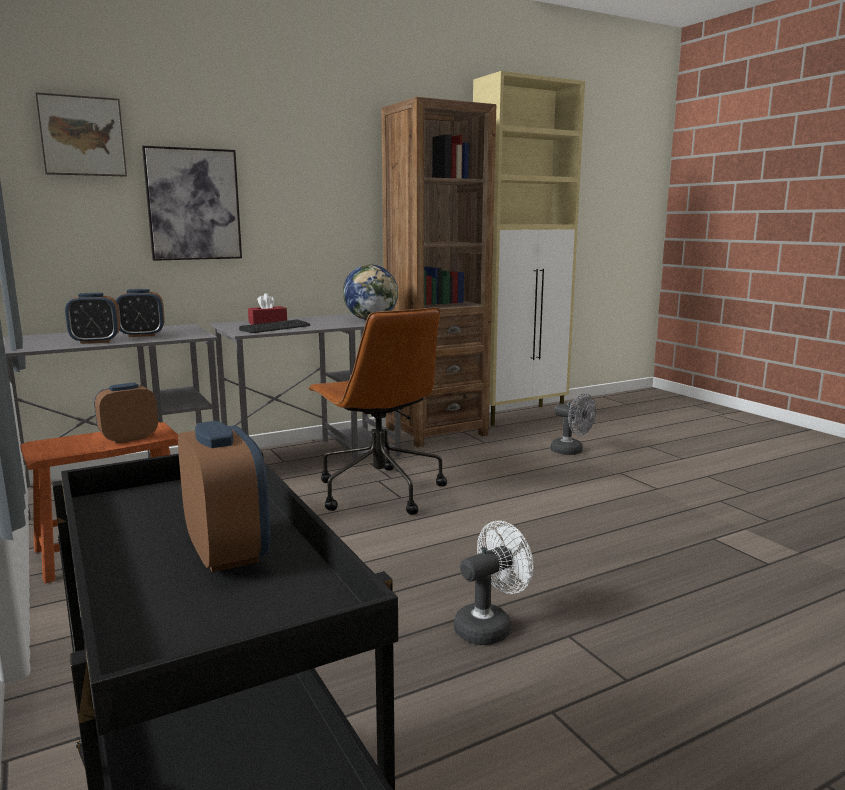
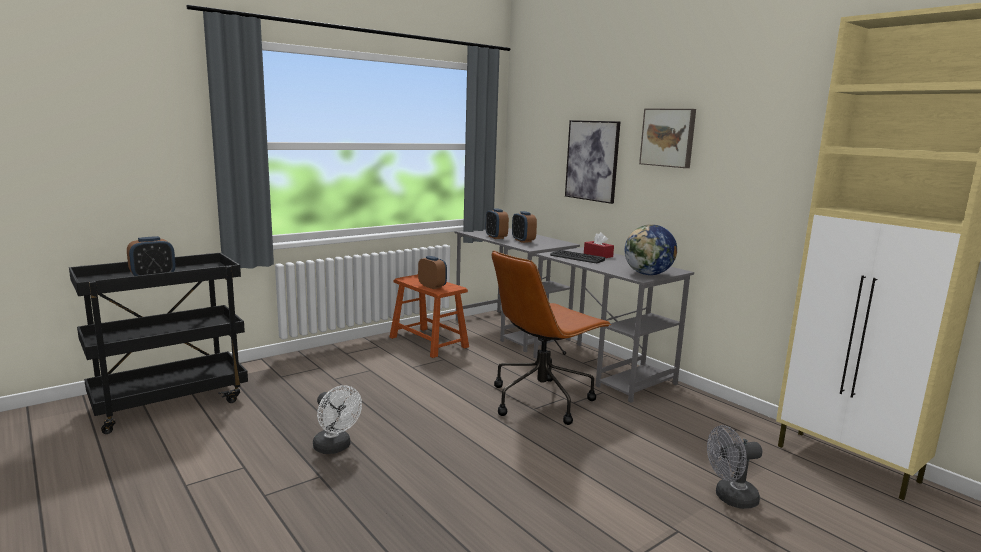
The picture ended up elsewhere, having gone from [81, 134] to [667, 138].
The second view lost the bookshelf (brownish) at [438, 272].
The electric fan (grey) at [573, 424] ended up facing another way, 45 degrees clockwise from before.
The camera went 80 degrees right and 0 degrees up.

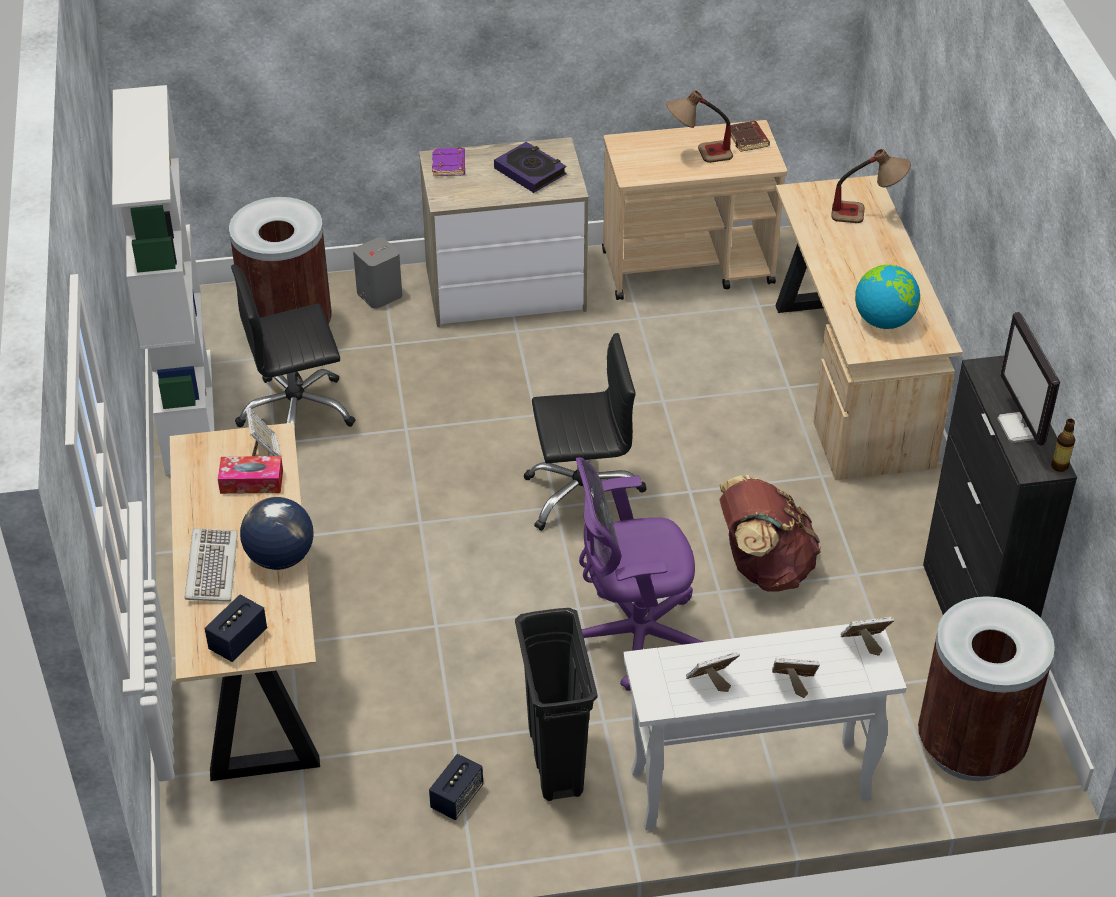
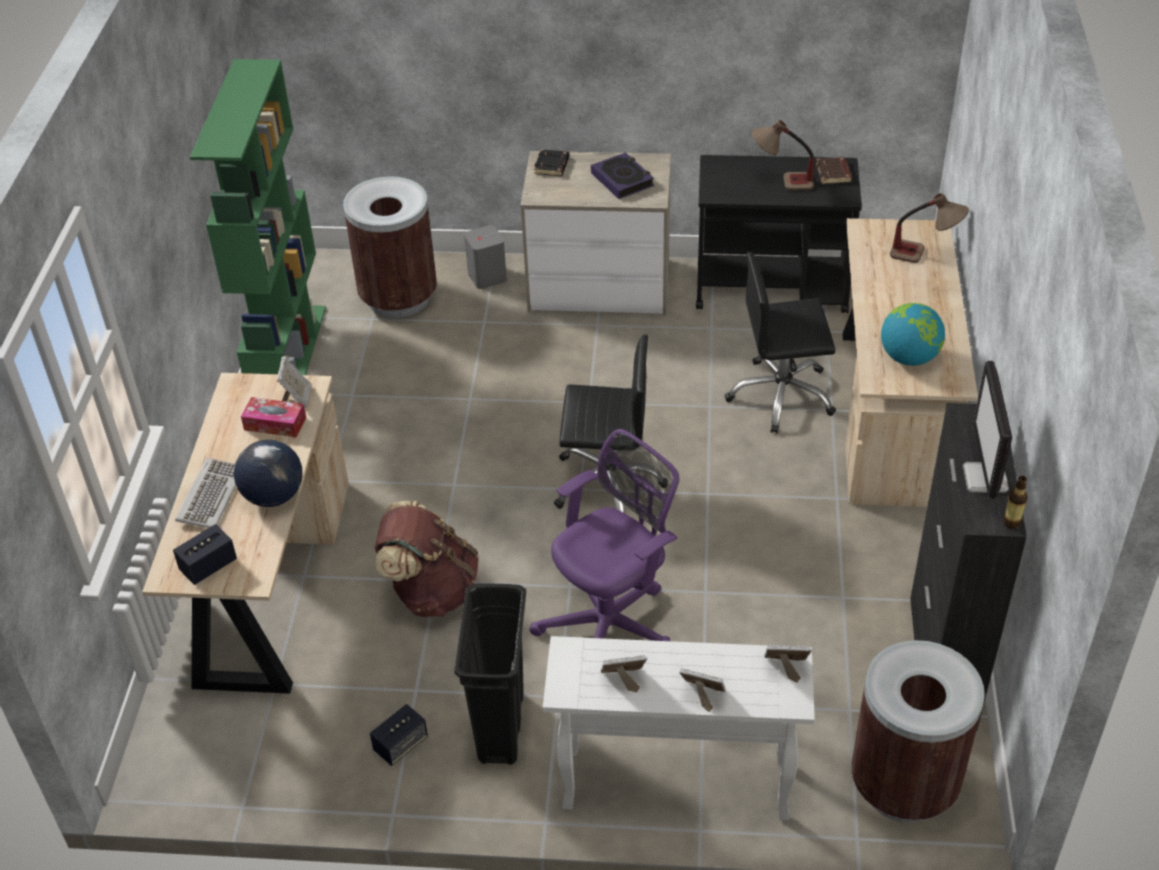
What was the bookshelf (white-coloured) at [163, 280] turned into the bookshelf (green) at [258, 217].
The desk chair (black-coloured) ended up elsewhere, having gone from [293, 347] to [780, 343].
What was the book (purple) at [448, 162] turned into the book (black-coloured) at [552, 162].
The desk chair (purple) at [639, 574] ended up facing another way, 135 degrees clockwise from before.
What was the wheeled cart (beige) at [694, 210] turned into the wheeled cart (black-coloured) at [779, 234].
The backpack (brownish) ended up elsewhere, having gone from [770, 533] to [427, 559].
The camera went 15 degrees right and 0 degrees up.

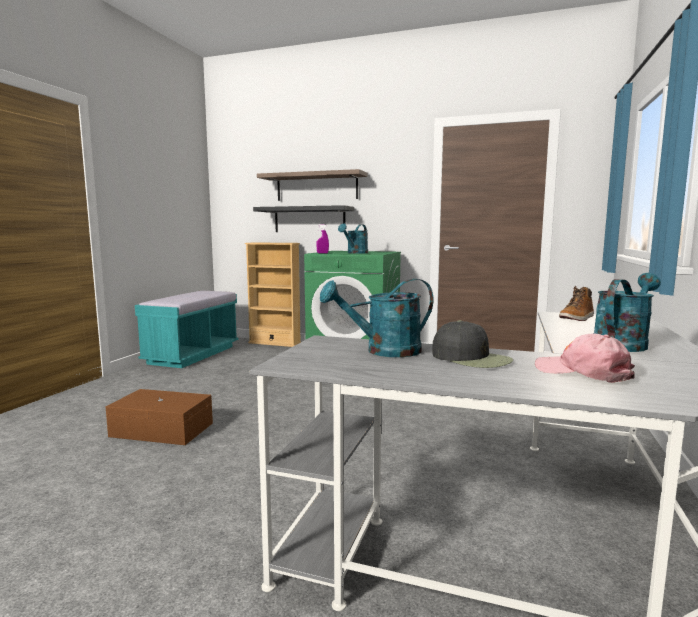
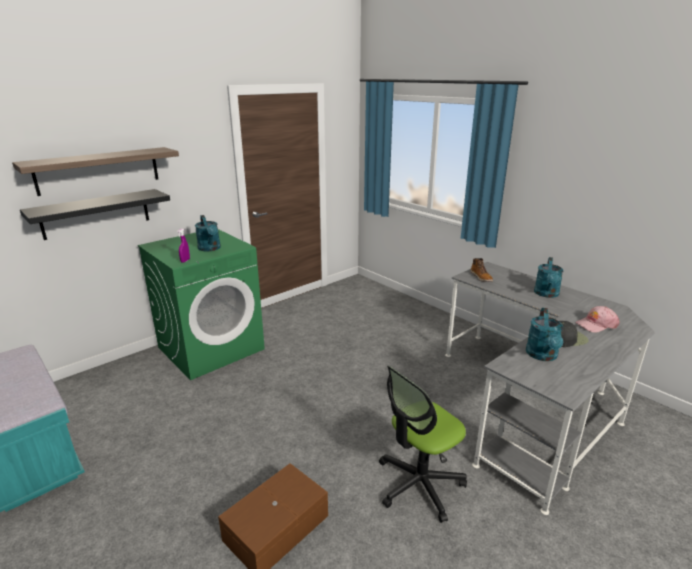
The second view lost the bookshelf (beige) at [273, 294].
The sprinkling can (turquoise-coloured) at [627, 312] ended up facing another way, 150 degrees counterclockwise from before.
The second view gained the desk chair at [423, 444].
The camera went 60 degrees left and 15 degrees up.

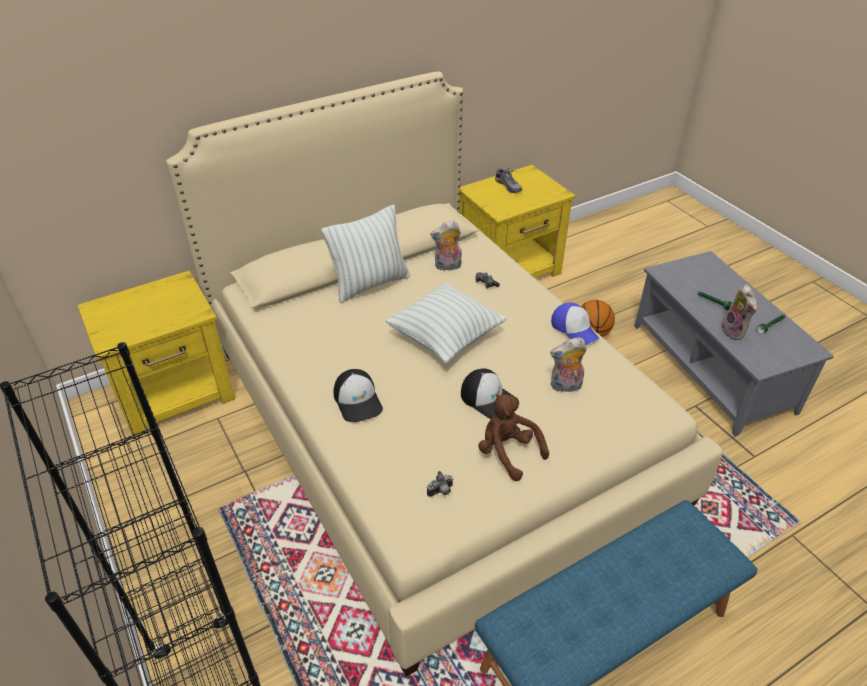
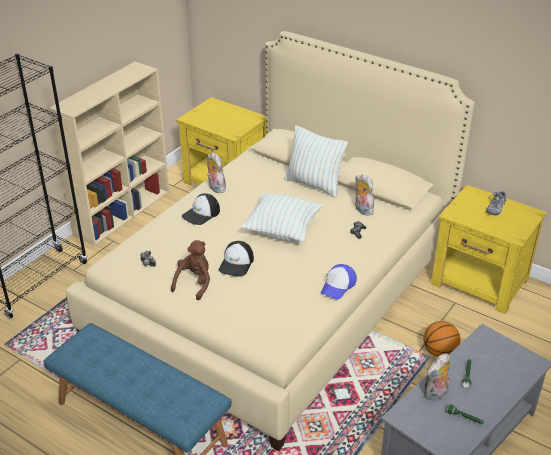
The soft toy ended up elsewhere, having gone from [568, 365] to [216, 172].
The second view gained the bookshelf (beige) at [109, 154].
The camera went 65 degrees right and 5 degrees down.

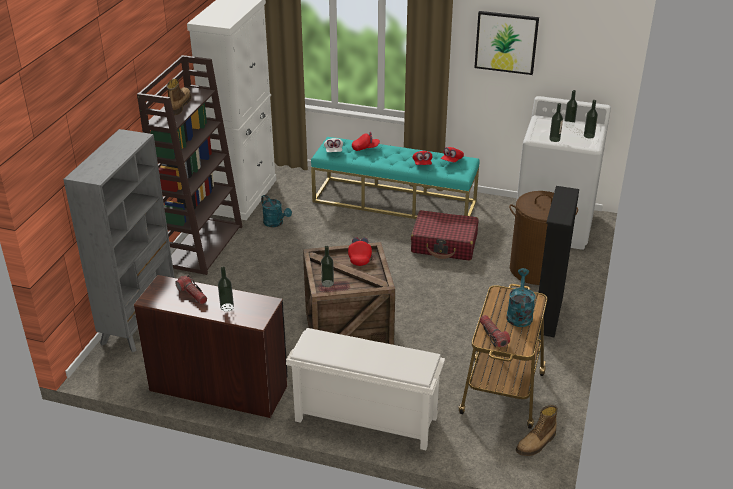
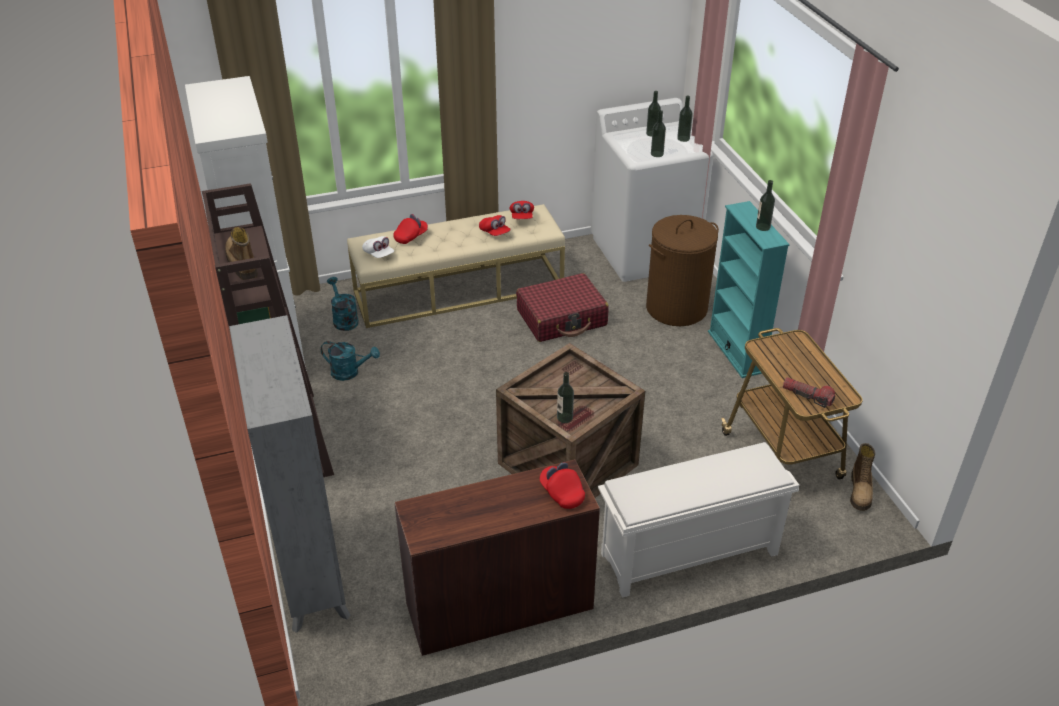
The second view lost the flashlight at [191, 289].
The bottle ended up elsewhere, having gone from [226, 289] to [765, 205].
What was the bench (turquoise-coloured) at [395, 178] turned into the bench (beige) at [456, 266].
The baseball cap (red) ended up elsewhere, having gone from [360, 251] to [562, 485].
The second view lost the picture at [506, 43].
The sprinkling can (turquoise-coloured) ended up elsewhere, having gone from [521, 297] to [343, 304].
What was the bookshelf (black-coloured) at [558, 261] turned into the bookshelf (turquoise-coloured) at [749, 289].
The camera went 35 degrees left and 5 degrees up.

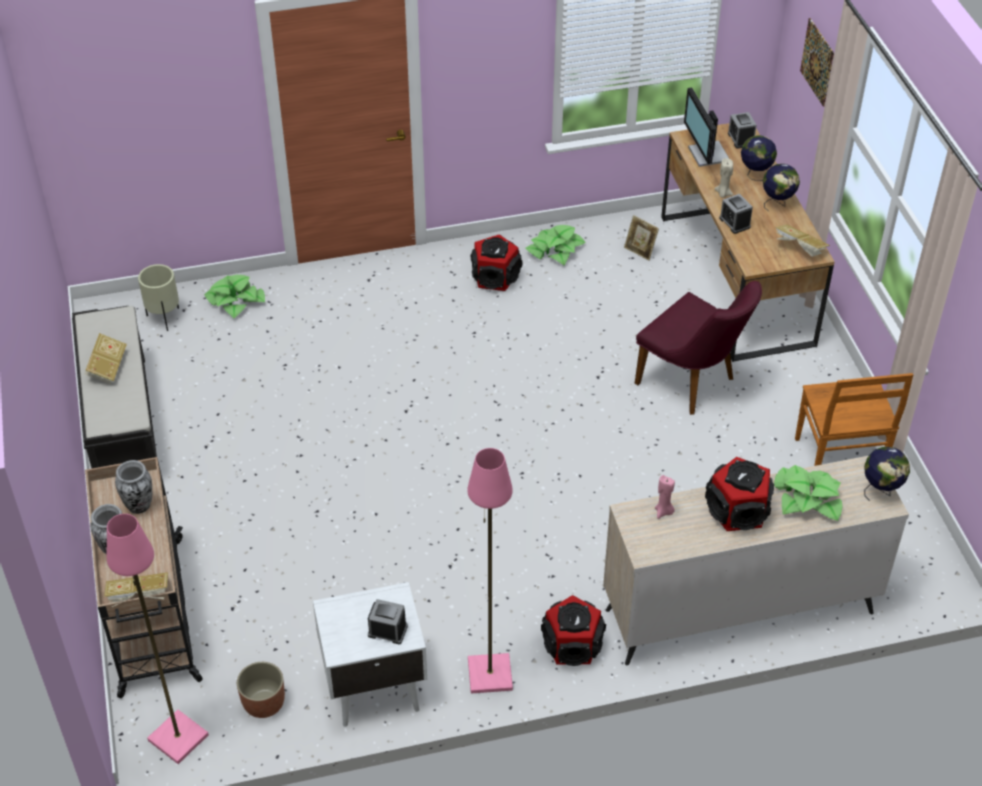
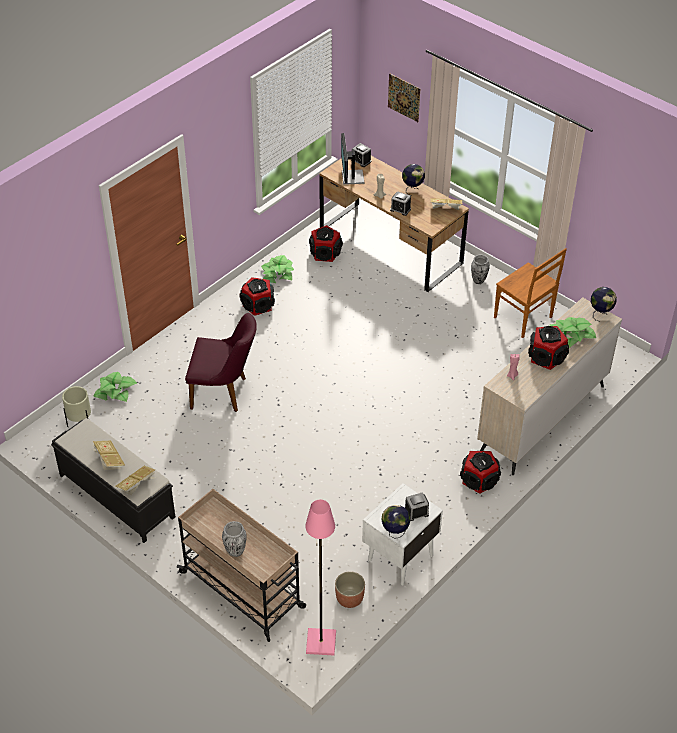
The book ended up elsewhere, having gone from [136, 589] to [135, 480].
The decorative vase ended up elsewhere, having gone from [133, 487] to [480, 269].
The second view lost the standard lamp (pink) at [490, 570].
Where the picture frame stood at [641, 238], the loudspeaker came to stand at [326, 243].
The chair (purple) ended up elsewhere, having gone from [698, 348] to [221, 362].
The computer screen at [706, 127] ended up facing another way, 45 degrees clockwise from before.
The globe ended up elsewhere, having gone from [759, 158] to [395, 521].
The camera went 35 degrees left and 0 degrees up.

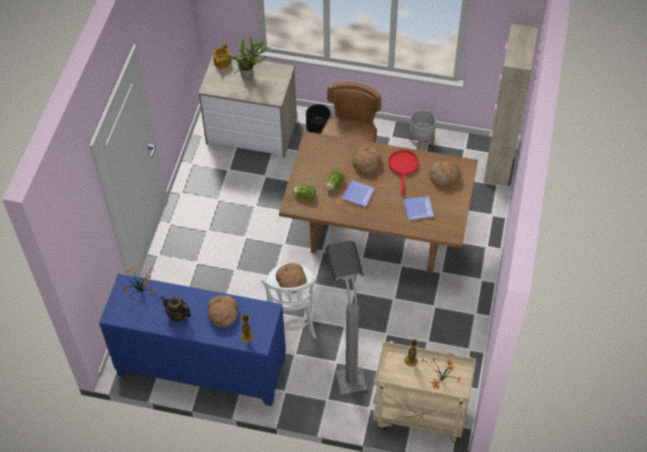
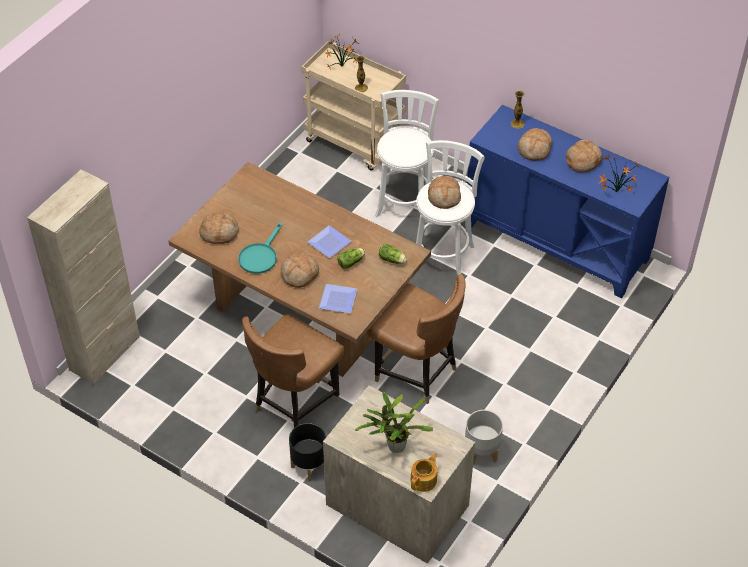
Where the teapot stood at [176, 309], the bakery bread came to stand at [584, 156].
Where the standard lamp (grey) stood at [346, 317], the sitting stool (white-coloured) came to stand at [407, 156].
What was the frying pan (red) at [403, 173] turned into the frying pan (turquoise-coloured) at [260, 248].
The dinner plate ended up elsewhere, having gone from [419, 208] to [338, 298].
The flower pot (grey) ended up elsewhere, having gone from [422, 130] to [484, 437].
The second view gained the chair (brownish) at [416, 339].
The camera went 160 degrees left and 5 degrees down.

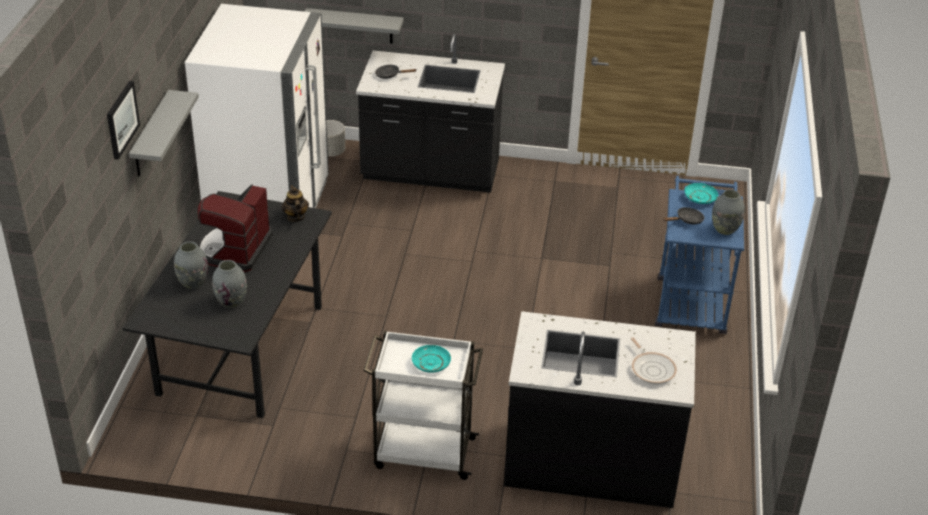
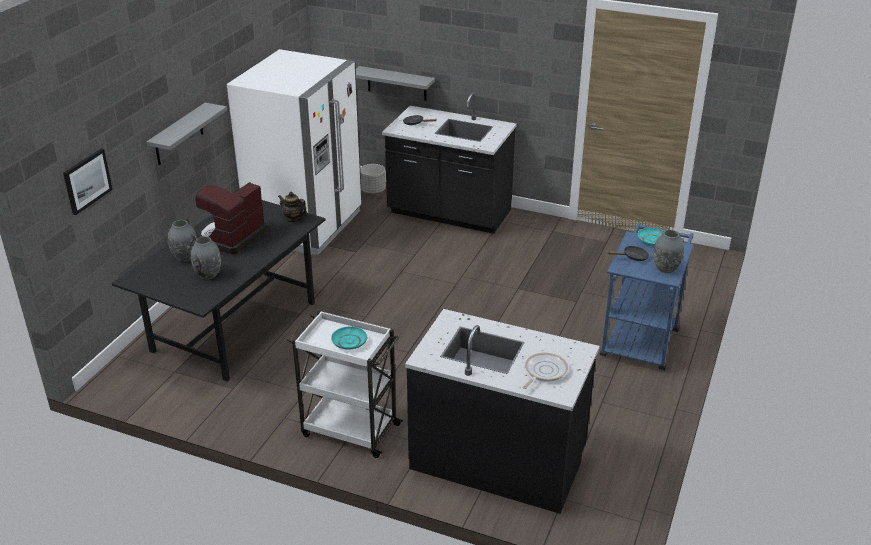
The picture ended up elsewhere, having gone from [123, 120] to [87, 182].
The teapot at [295, 203] ended up facing another way, 60 degrees counterclockwise from before.
The frying pan at [654, 361] ended up facing another way, 135 degrees counterclockwise from before.
The camera went 15 degrees right and 5 degrees down.

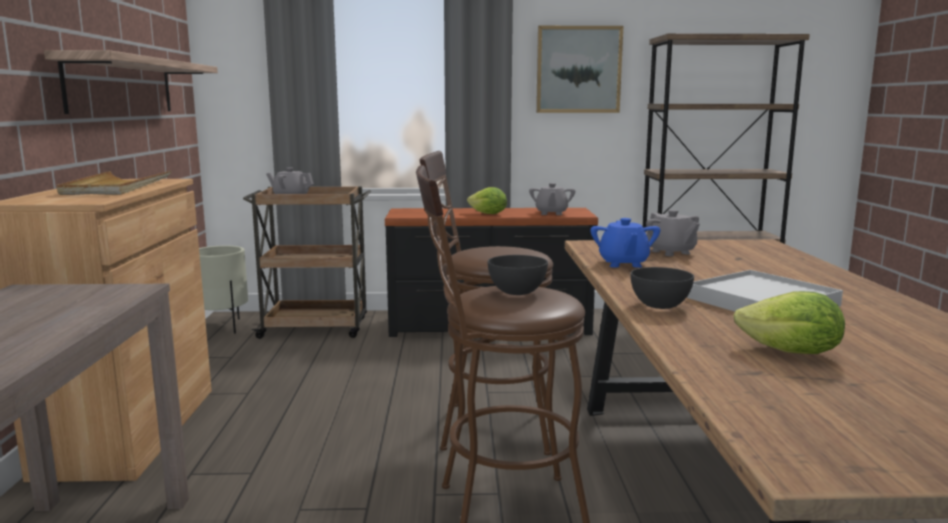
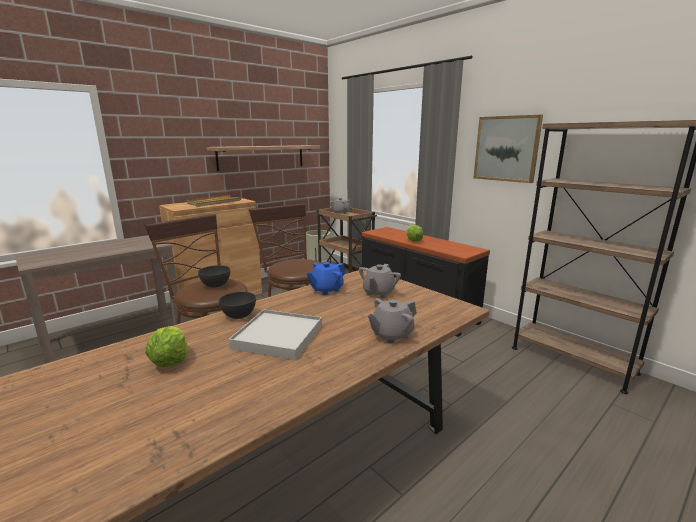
The teapot (grey) ended up elsewhere, having gone from [552, 199] to [392, 320].
The camera went 50 degrees right and 5 degrees up.

